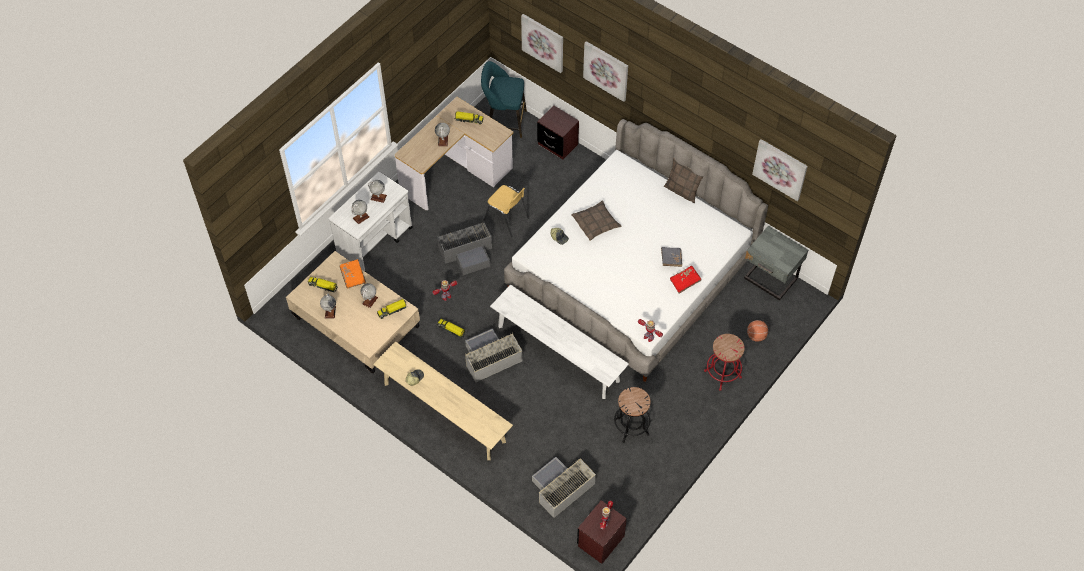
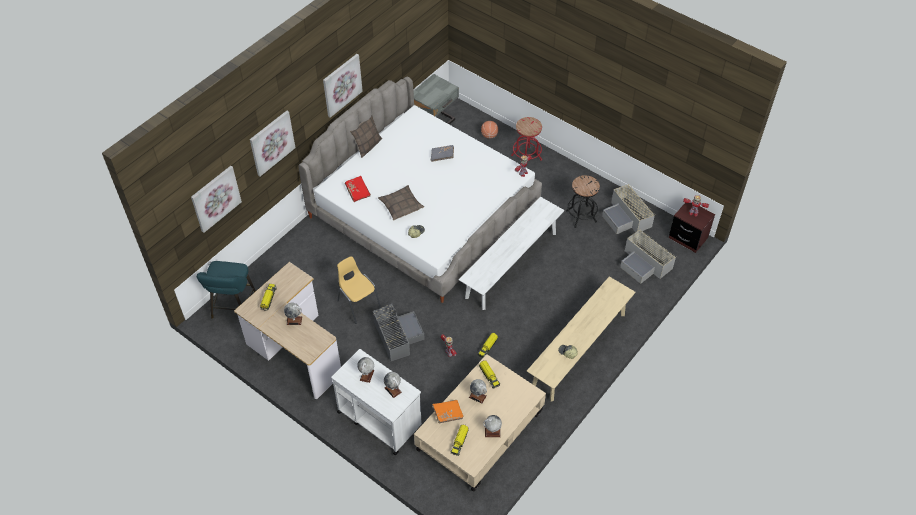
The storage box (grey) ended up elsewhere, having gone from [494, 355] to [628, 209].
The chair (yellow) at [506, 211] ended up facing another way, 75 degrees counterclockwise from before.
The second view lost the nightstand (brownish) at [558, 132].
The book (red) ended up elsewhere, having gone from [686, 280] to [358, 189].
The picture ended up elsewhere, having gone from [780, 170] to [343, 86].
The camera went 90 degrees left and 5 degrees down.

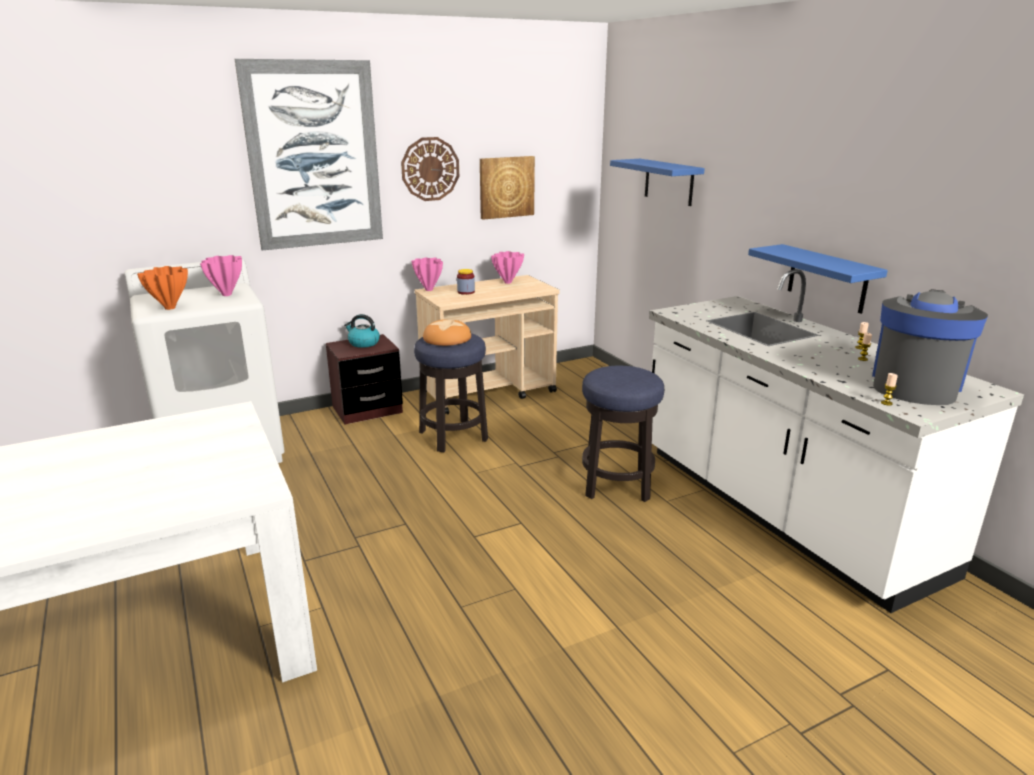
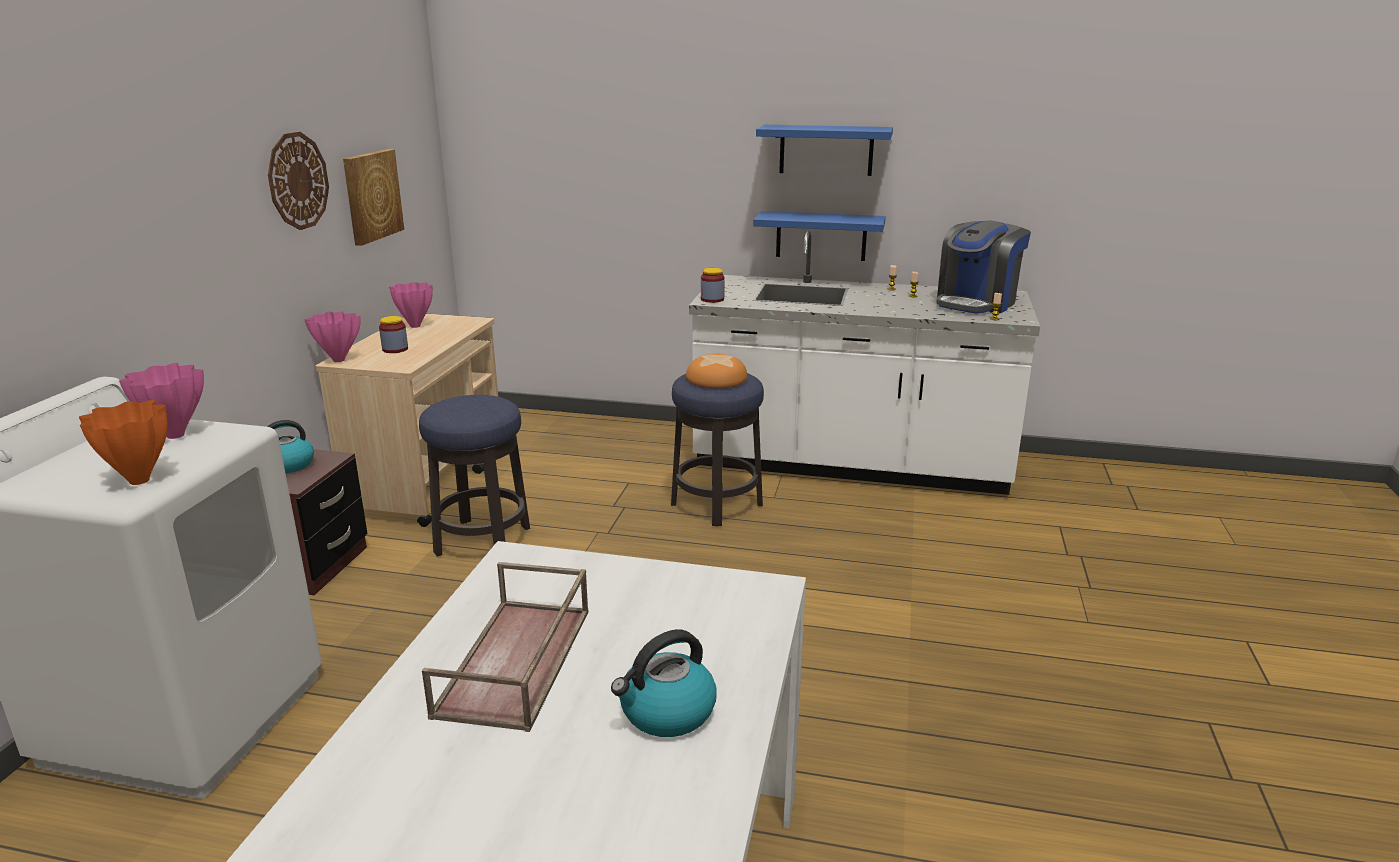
The second view lost the picture at [309, 154].
The bakery bread ended up elsewhere, having gone from [447, 332] to [716, 370].
The shelf (blue-coloured) ended up elsewhere, having gone from [657, 182] to [824, 150].
The coffee maker at [930, 347] ended up facing another way, 120 degrees counterclockwise from before.
The second view gained the carrying tray (brownish) at [505, 647].
The second view gained the water kettle at [664, 683].
The second view gained the preserve jar at [713, 285].
The camera went 50 degrees left and 0 degrees up.

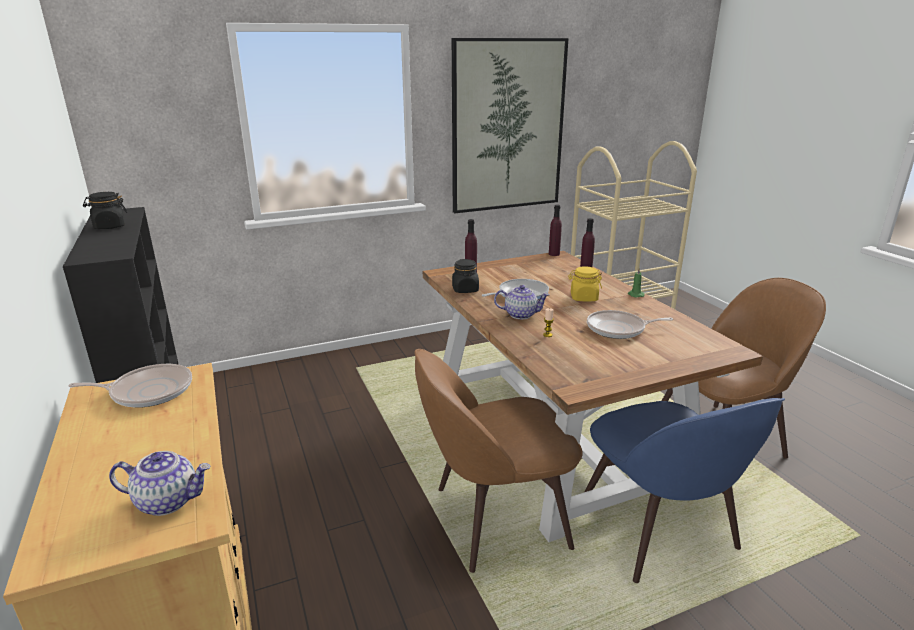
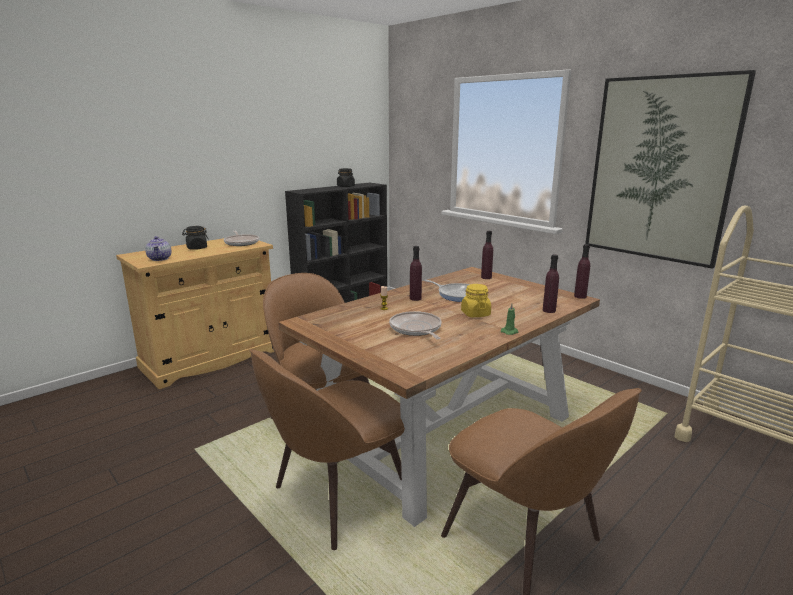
The preserve jar (black-coloured) ended up elsewhere, having gone from [465, 276] to [195, 238].
Where the teapot stood at [522, 302], the bottle (purple) came to stand at [416, 273].
What was the chair (blue-coloured) at [684, 490] turned into the chair (brownish) at [327, 449].
The camera went 70 degrees right and 5 degrees down.

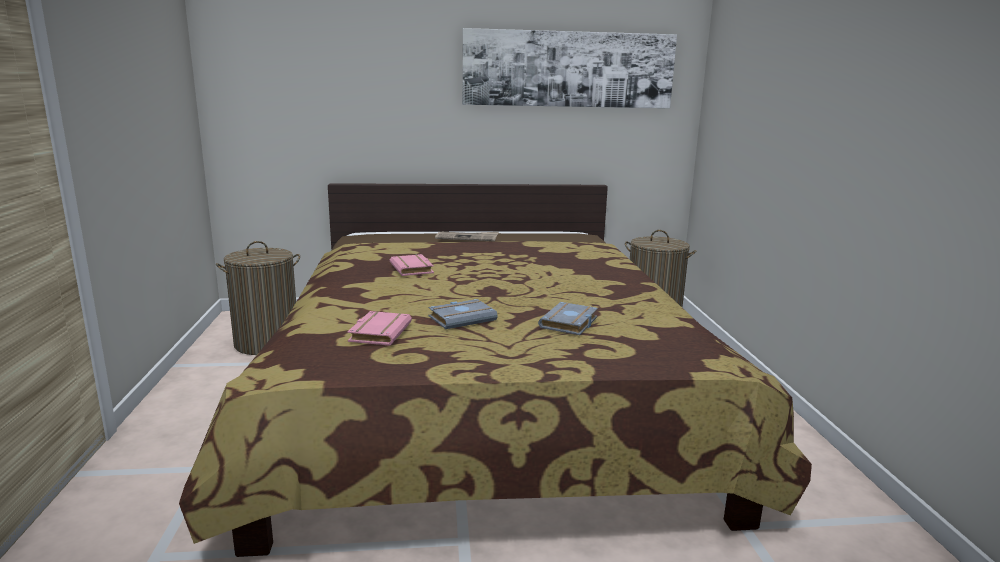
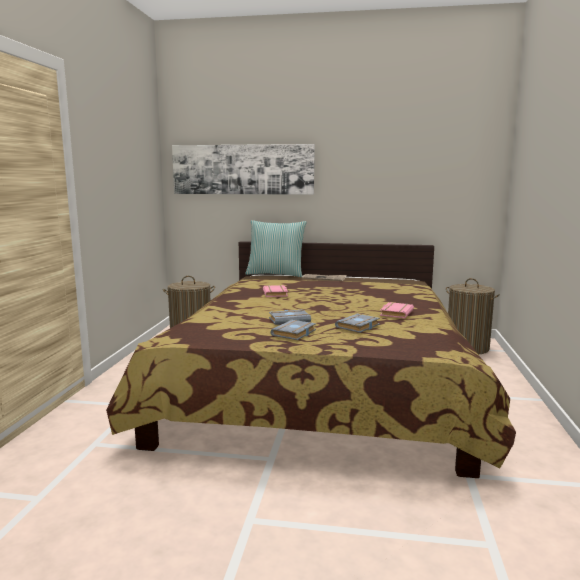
The book (pink) ended up elsewhere, having gone from [379, 328] to [397, 310].
The picture ended up elsewhere, having gone from [569, 68] to [243, 169].
The second view gained the cushion at [276, 248].
The second view gained the book (grey) at [293, 330].
The camera went 15 degrees right and 5 degrees down.

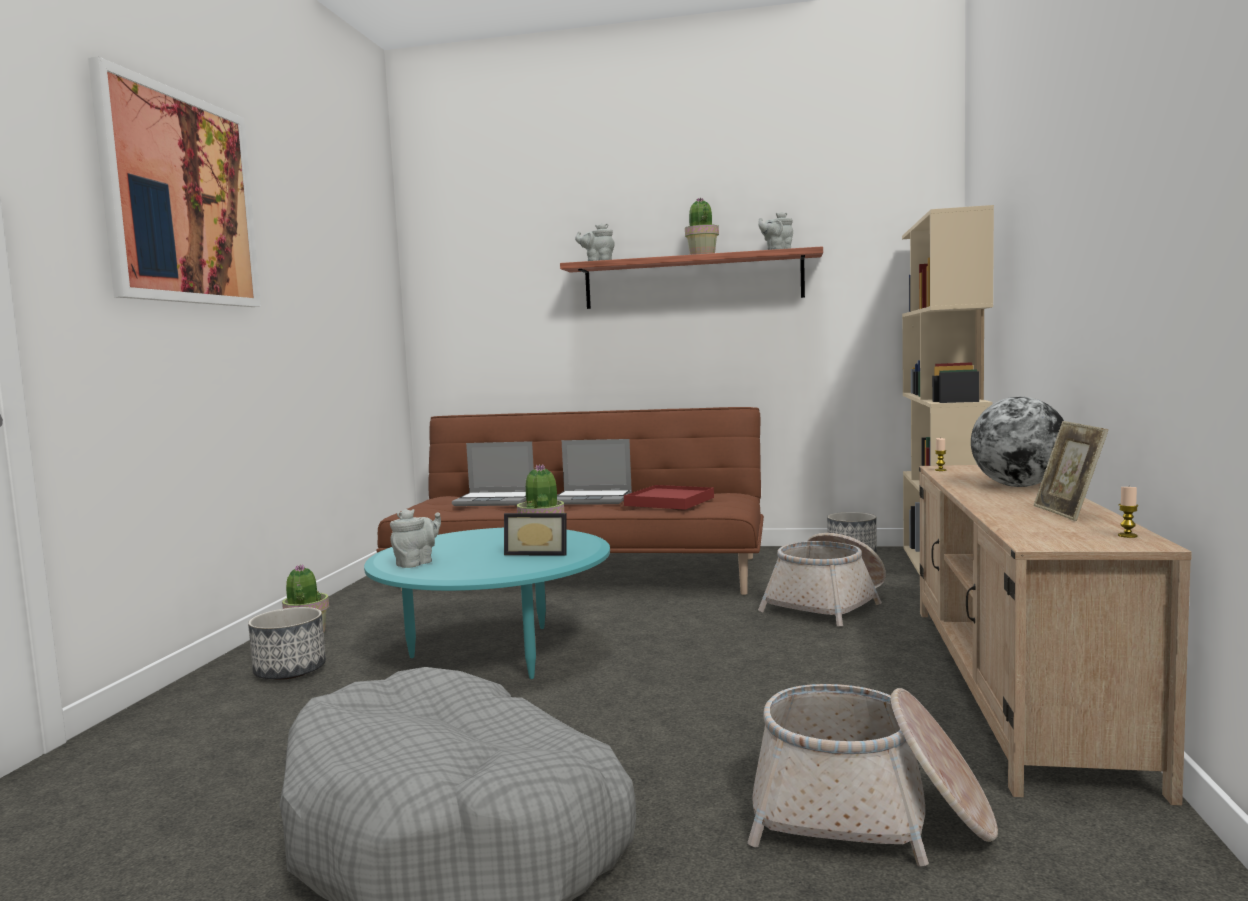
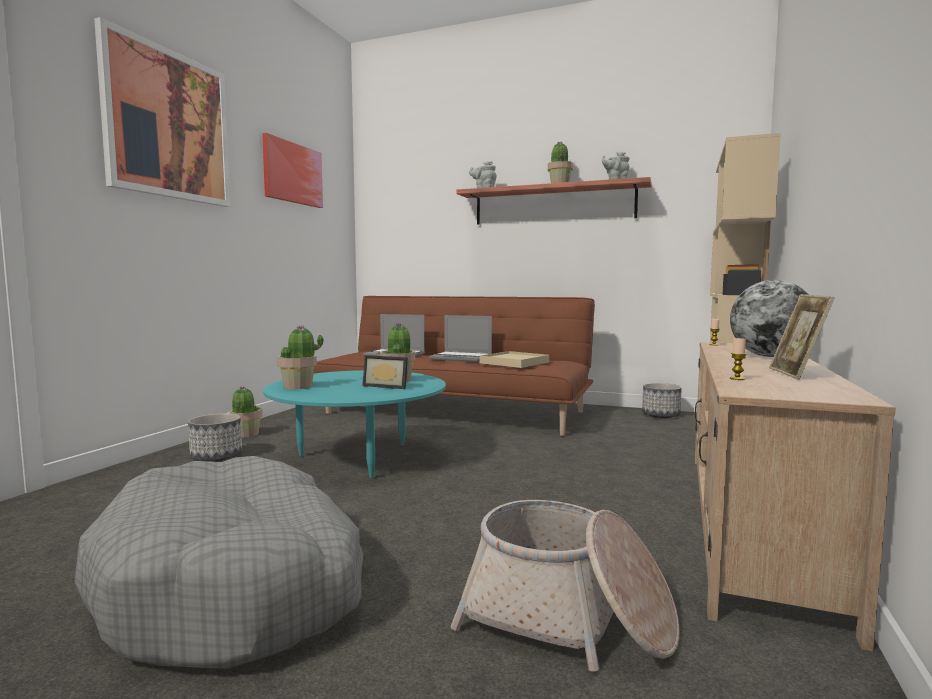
Where the teapot (grey) stood at [415, 538], the plant in a pot came to stand at [300, 357].
What was the carrying tray (red) at [669, 497] turned into the carrying tray (beige) at [514, 359].
The second view lost the household basket at [822, 580].
The wax candle ended up elsewhere, having gone from [1128, 512] to [738, 359].
The second view gained the picture at [292, 170].
The camera went 10 degrees right and 0 degrees up.

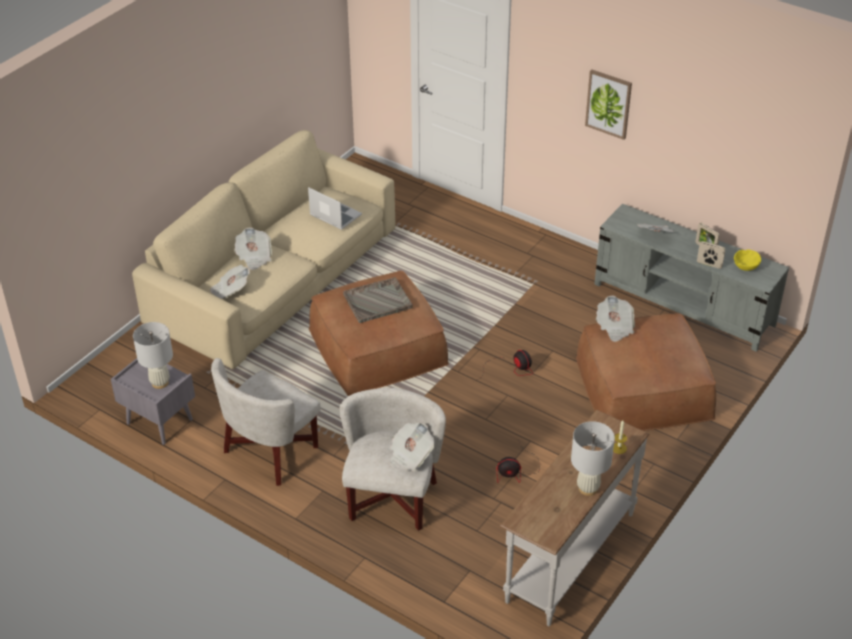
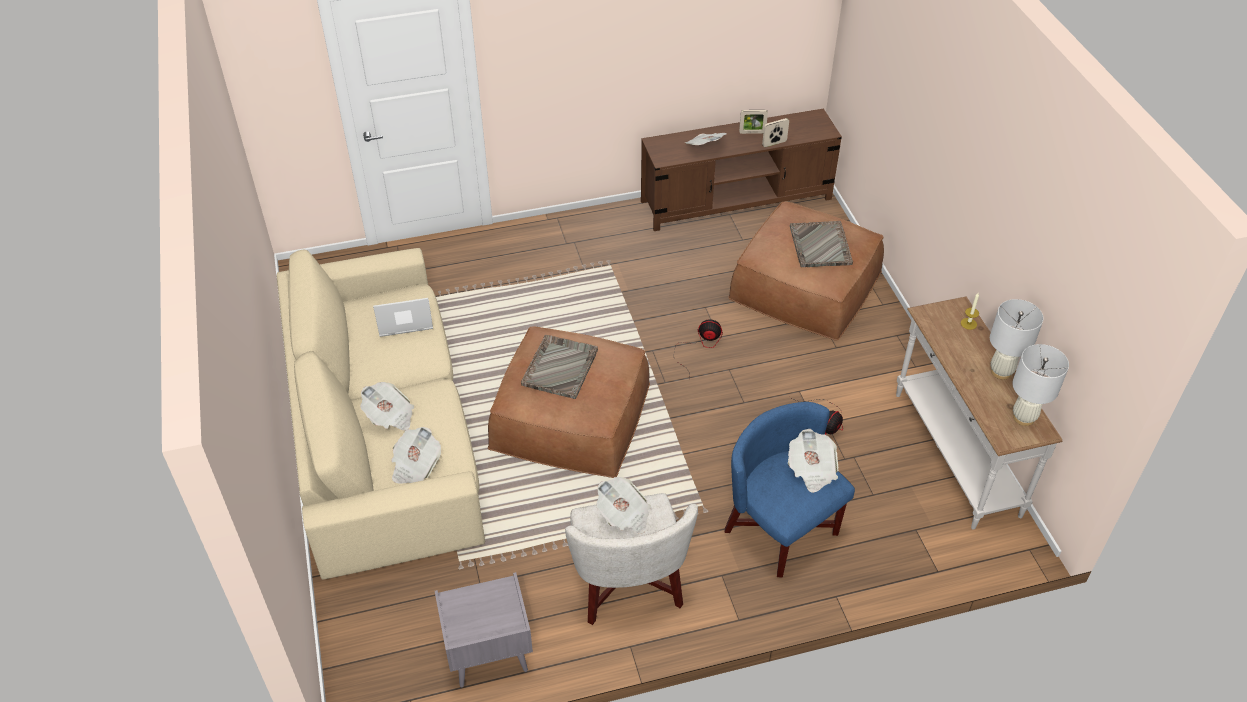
The table lamp (white-coloured) ended up elsewhere, having gone from [153, 355] to [1040, 385].
What was the lounge chair (white-coloured) at [393, 459] turned into the lounge chair (blue-coloured) at [789, 490].
The second view lost the picture at [608, 104].
What was the tv unit (grey) at [691, 278] turned into the tv unit (brownish) at [741, 170].
The daily paper ended up elsewhere, having gone from [615, 319] to [623, 505].
The second view lost the bowl (yellow) at [747, 260].
The second view gained the carrying tray (grey) at [821, 244].
The camera went 50 degrees left and 5 degrees up.

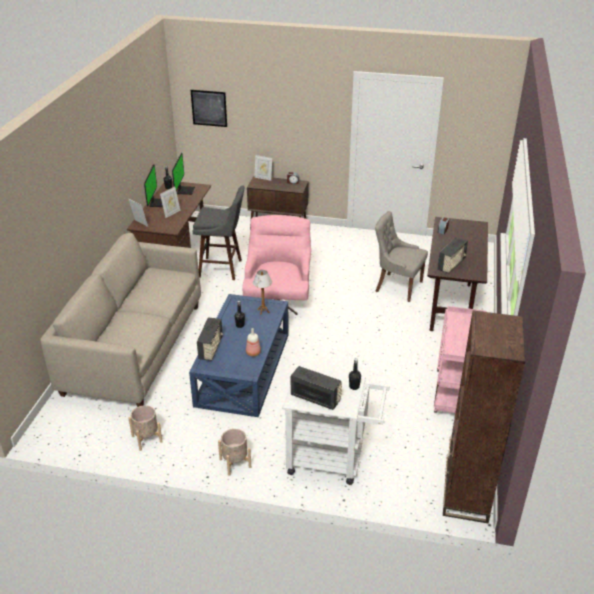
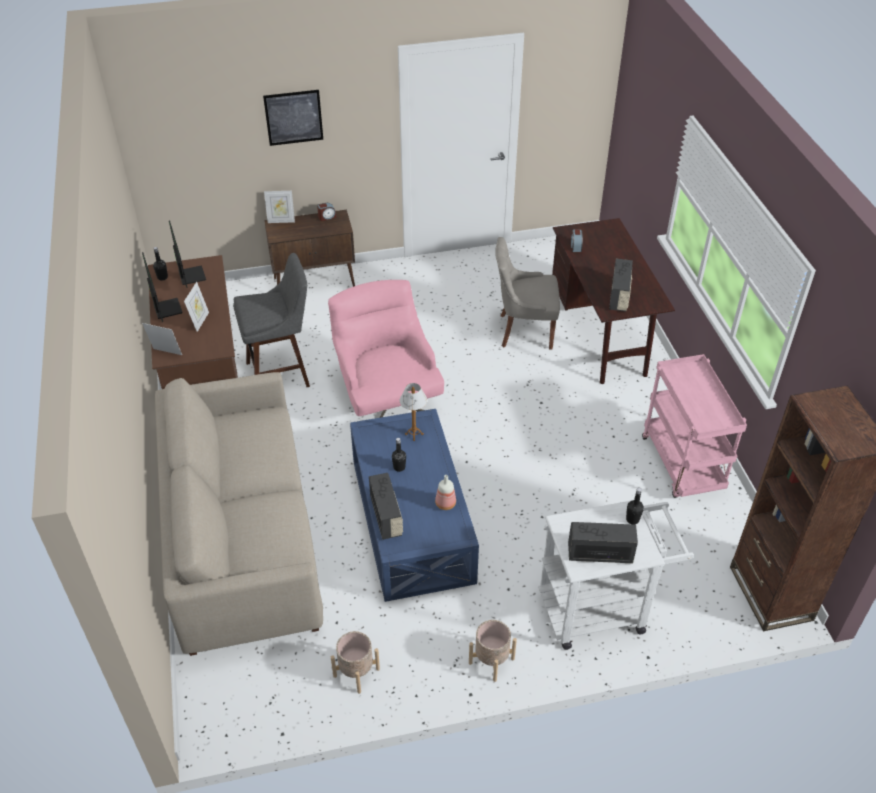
The picture ended up elsewhere, having gone from [209, 108] to [293, 118].
The camera went 25 degrees left and 10 degrees up.

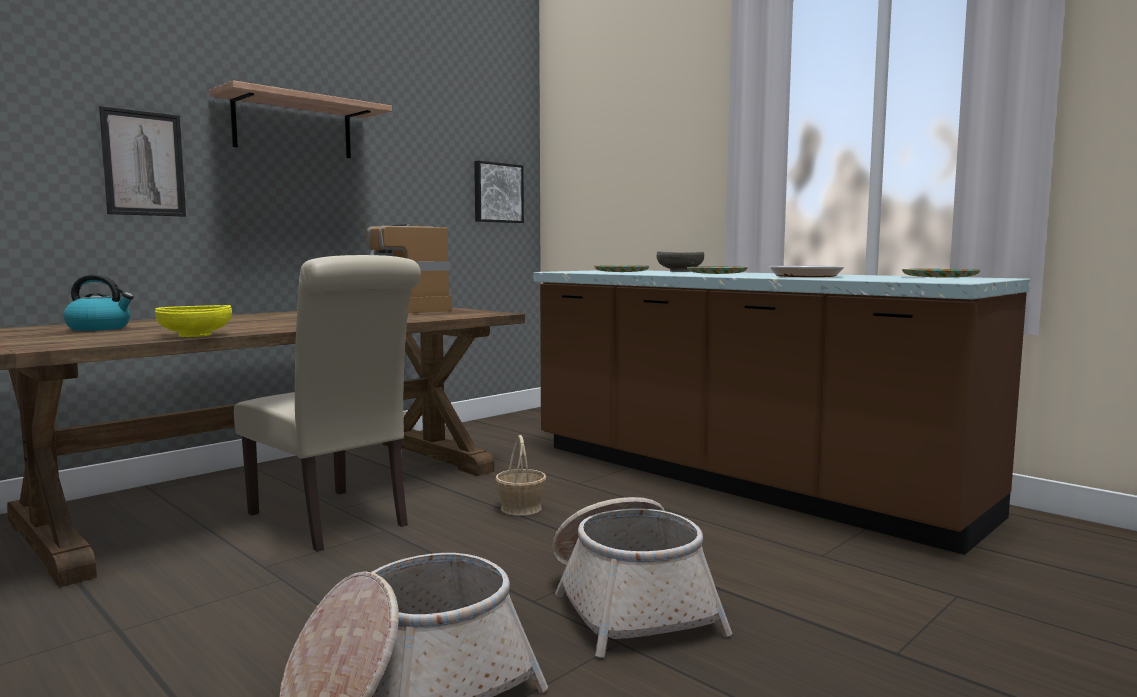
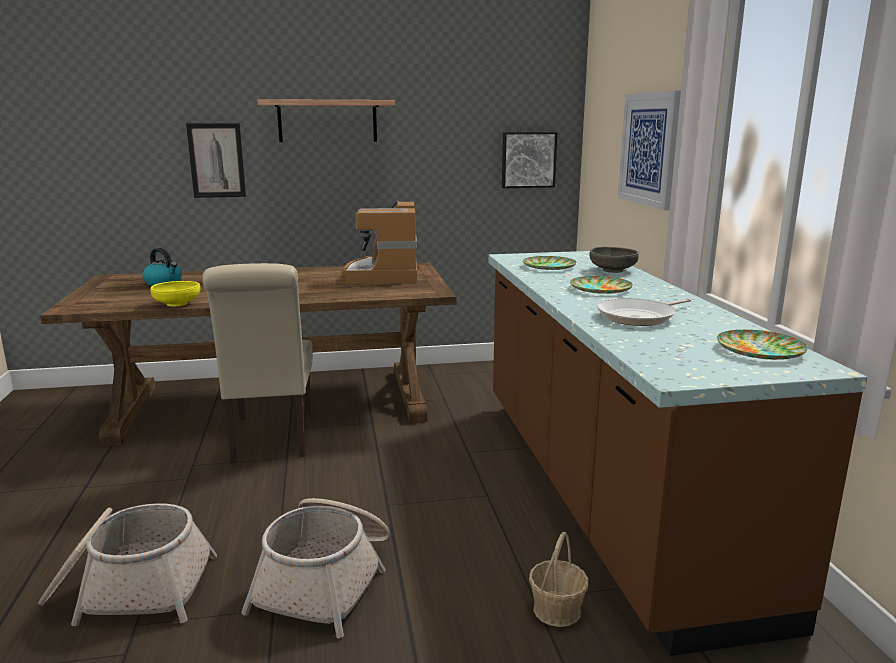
The household basket ended up elsewhere, having gone from [520, 475] to [559, 579].
The second view gained the picture at [649, 150].
The camera went 35 degrees right and 10 degrees up.

